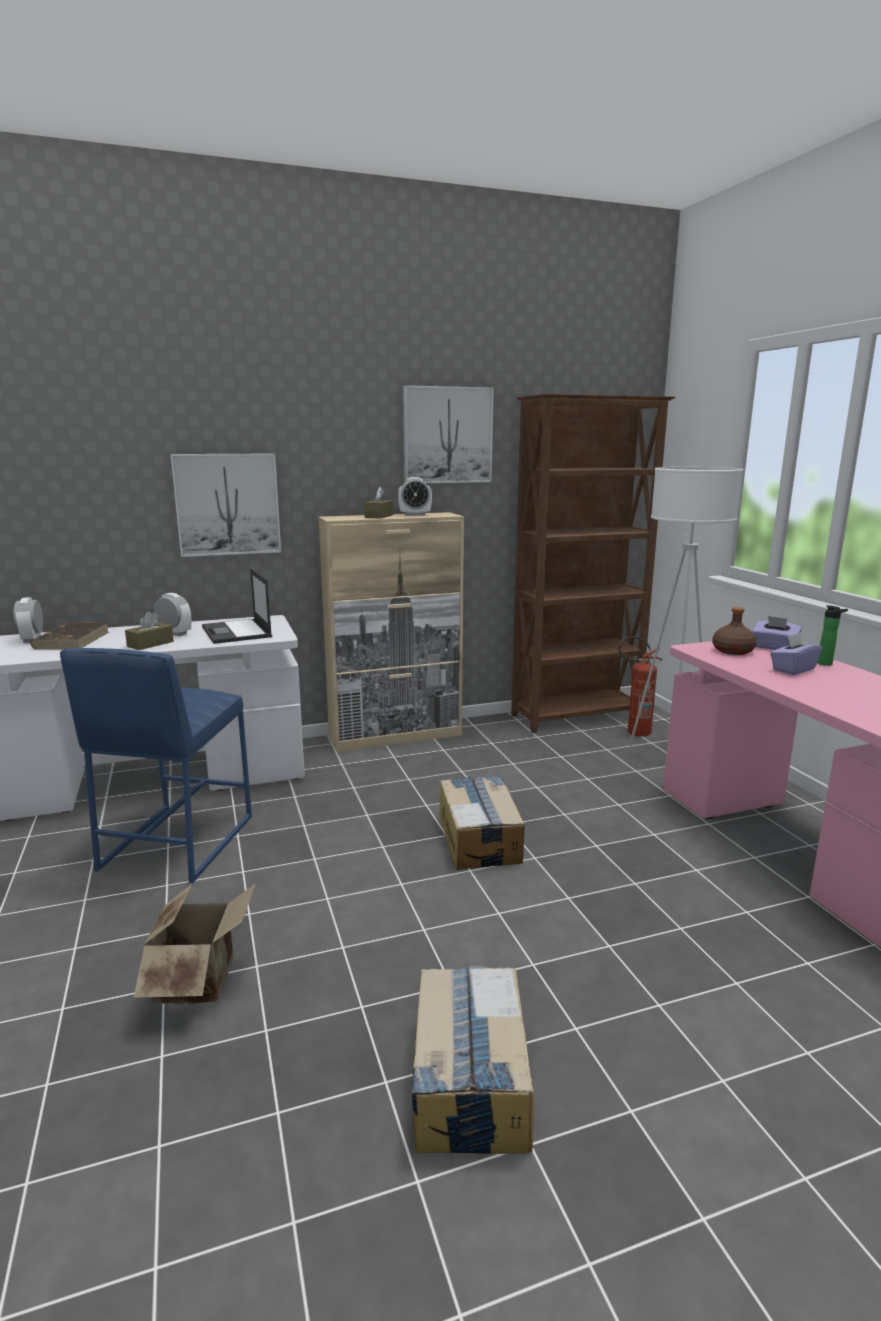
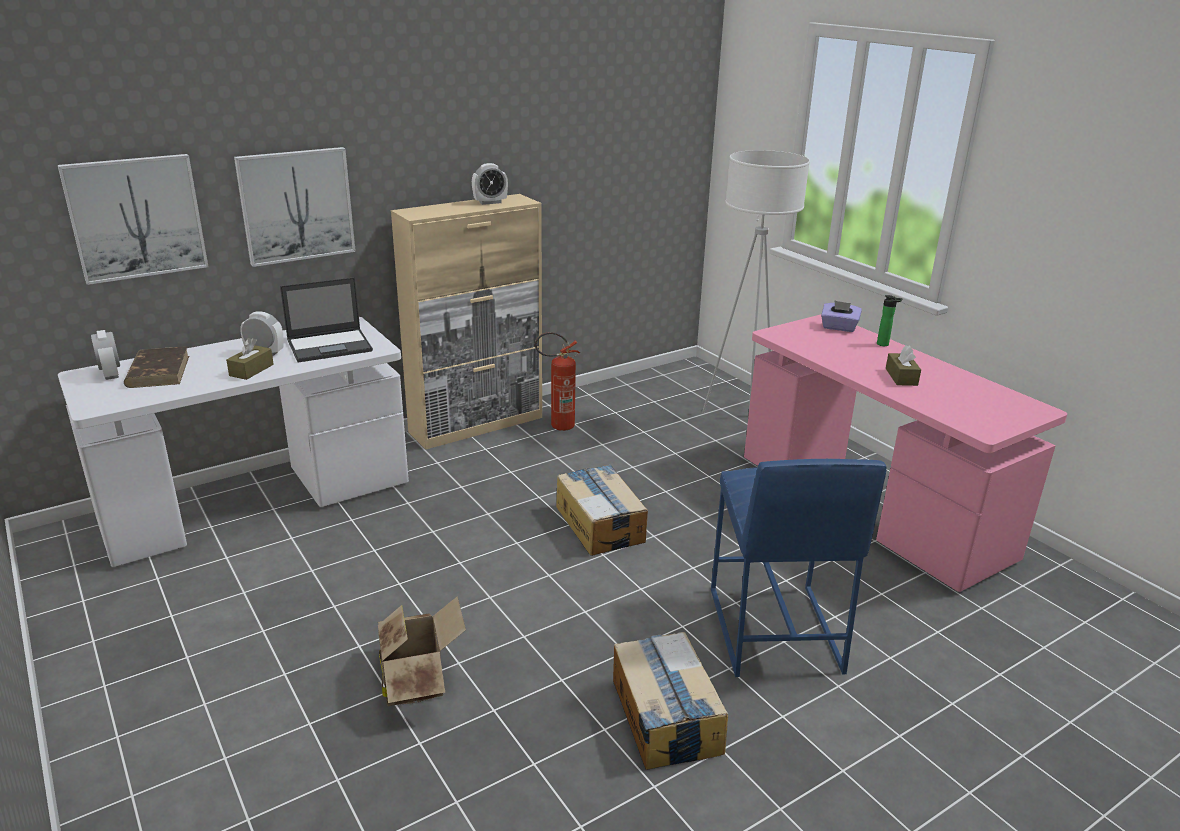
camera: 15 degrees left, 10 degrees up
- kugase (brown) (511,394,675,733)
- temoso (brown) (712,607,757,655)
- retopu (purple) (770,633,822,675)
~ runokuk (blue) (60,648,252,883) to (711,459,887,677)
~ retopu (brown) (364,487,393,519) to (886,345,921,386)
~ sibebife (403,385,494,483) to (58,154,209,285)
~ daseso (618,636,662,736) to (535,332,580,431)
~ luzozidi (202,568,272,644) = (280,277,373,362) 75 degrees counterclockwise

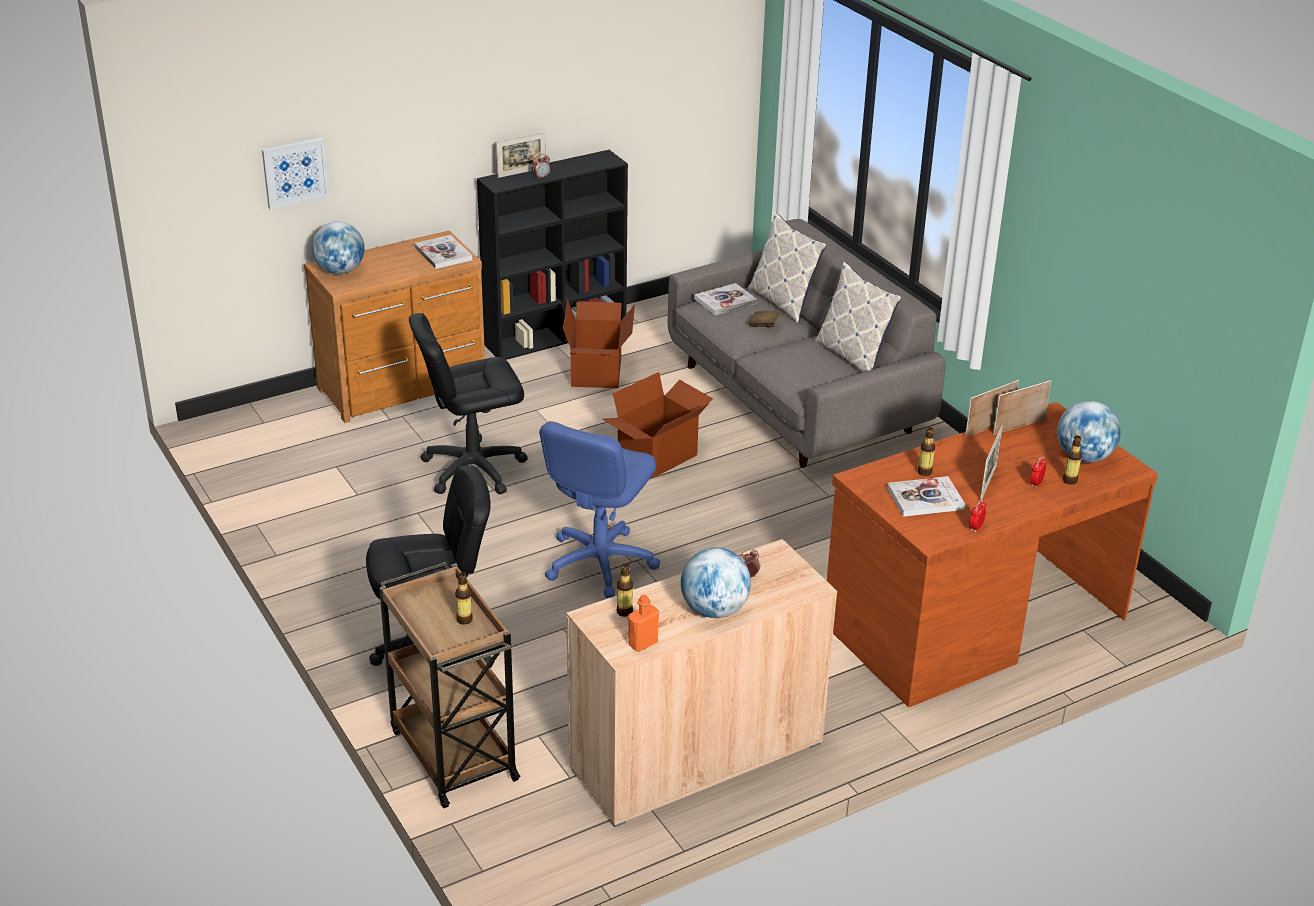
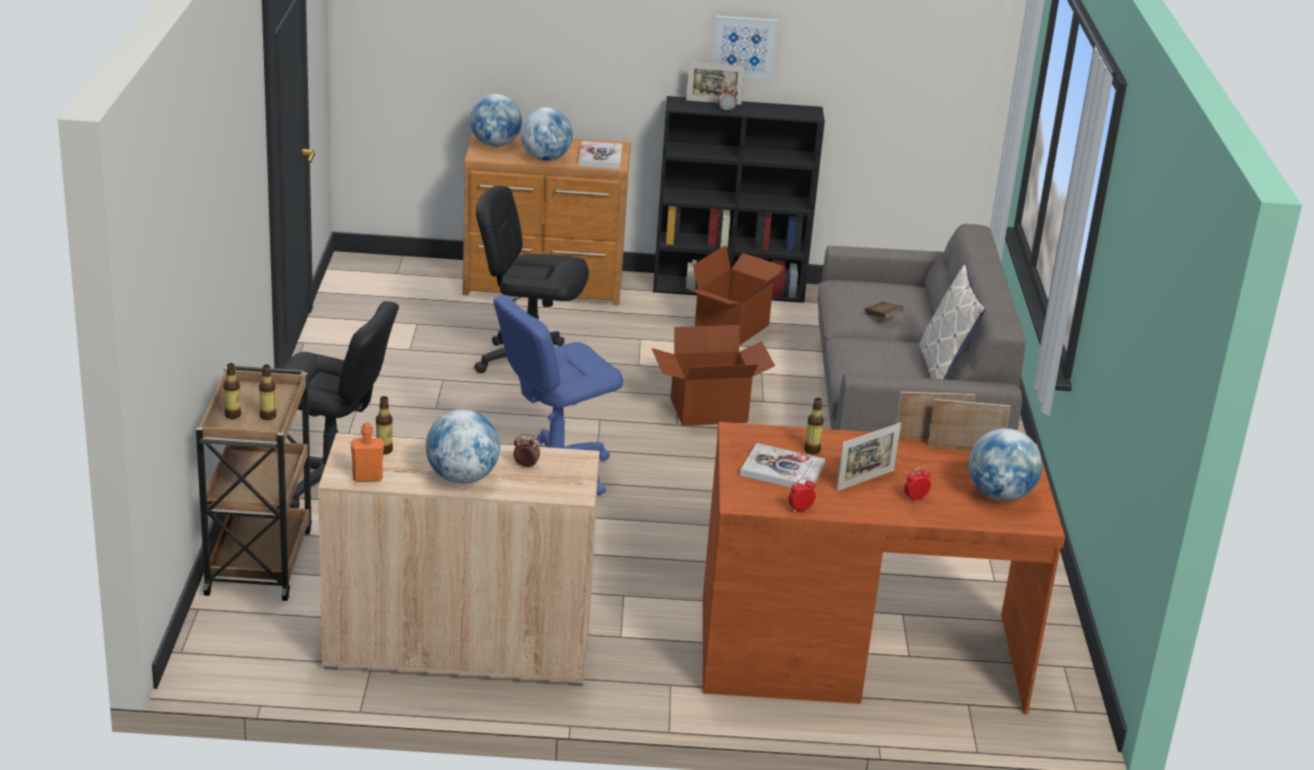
camera: 30 degrees right, 5 degrees down
- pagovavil (694,283,757,315)
- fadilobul (748,212,826,323)
+ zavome (520,107,573,161)
~ sibebife (262,138,330,210) to (712,16,778,81)
~ temoso (1063,435,1082,485) to (223,363,241,419)

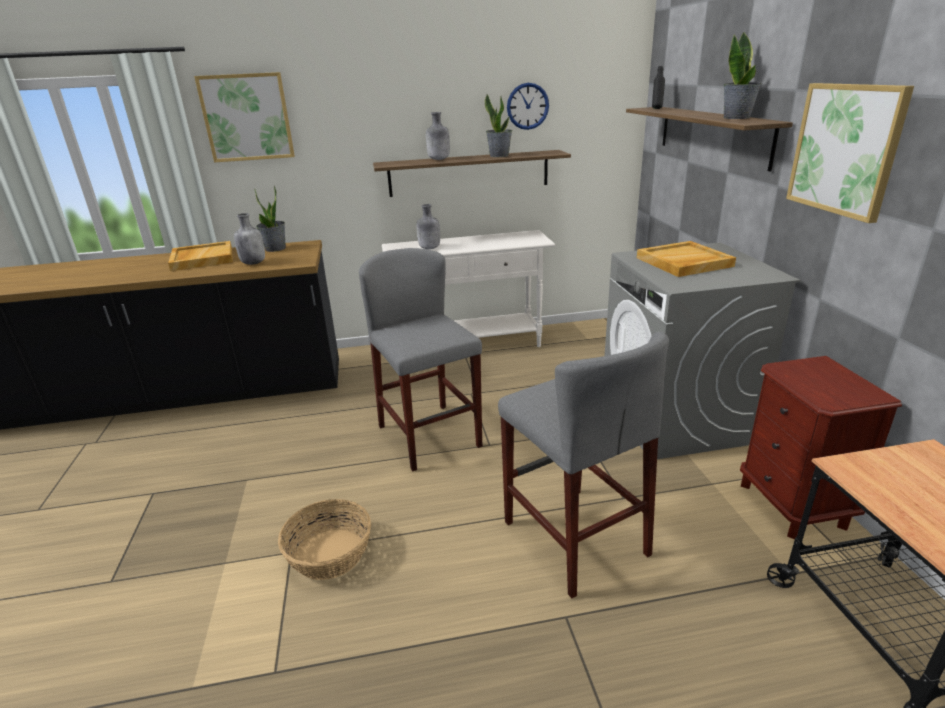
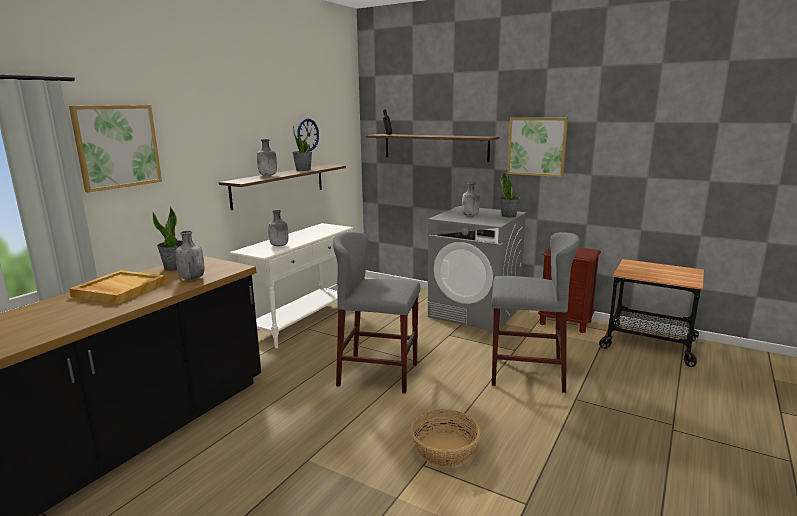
camera: 50 degrees left, 10 degrees down
~ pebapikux (723,32,762,119) to (500,172,520,217)
~ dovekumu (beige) (637,241,736,277) to temoso (grey) (462,182,480,216)

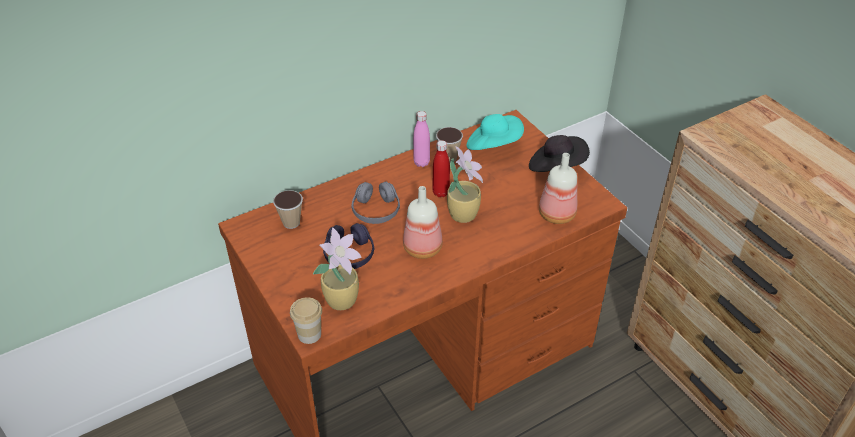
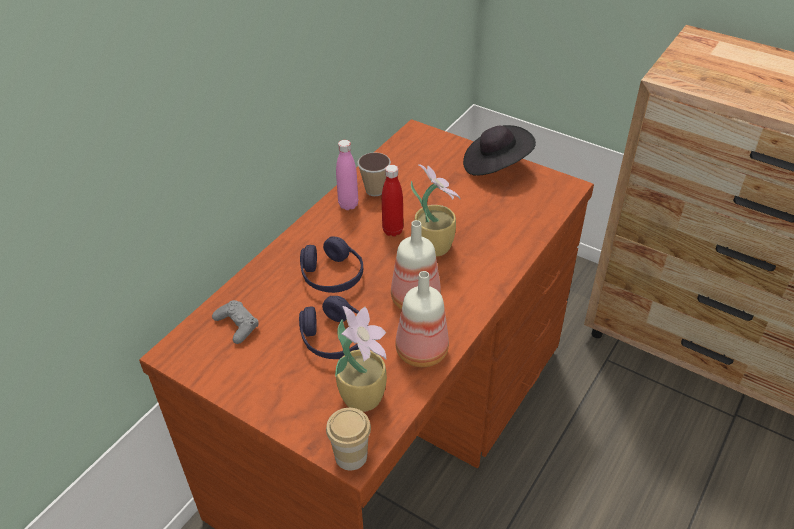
camera: 25 degrees left, 0 degrees up
- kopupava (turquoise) (466,114,524,150)
~ temoso (539,153,577,224) to (395,271,449,367)
~ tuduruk (273,190,303,229) to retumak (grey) (212,300,258,344)
~ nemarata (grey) (351,182,400,224) to nemarata (purple) (300,236,363,293)

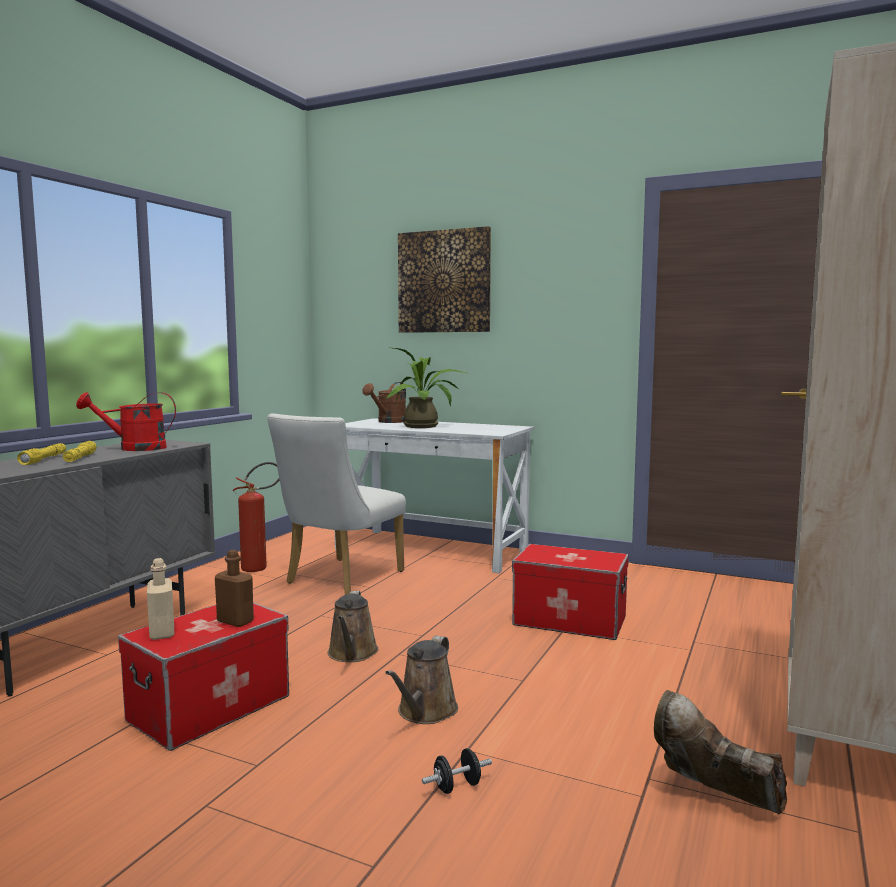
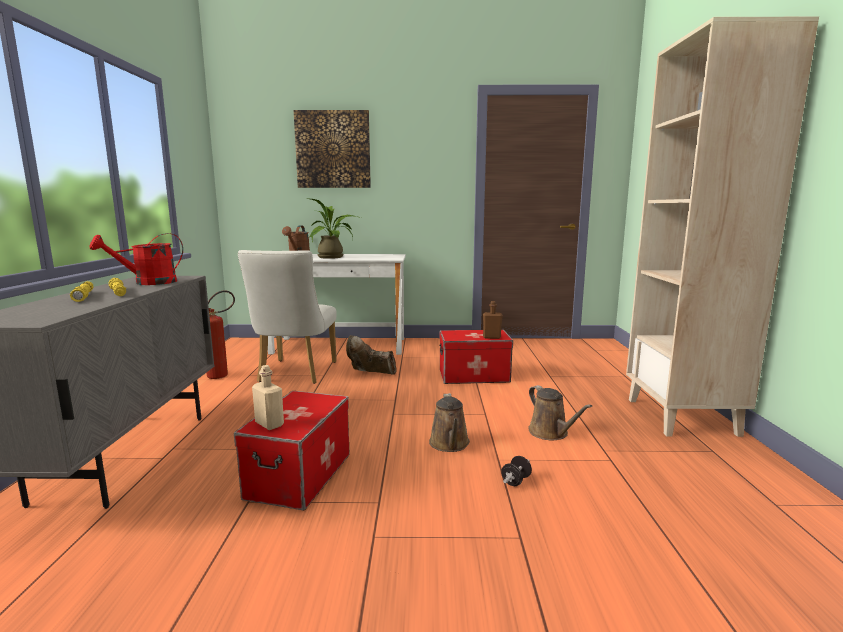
camera: 25 degrees left, 5 degrees up
~ temoso (brown) (215,550,254,627) to (483,301,503,339)
~ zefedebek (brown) (328,591,378,662) to (528,385,592,440)
~ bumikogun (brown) (654,690,787,815) to (346,335,397,375)

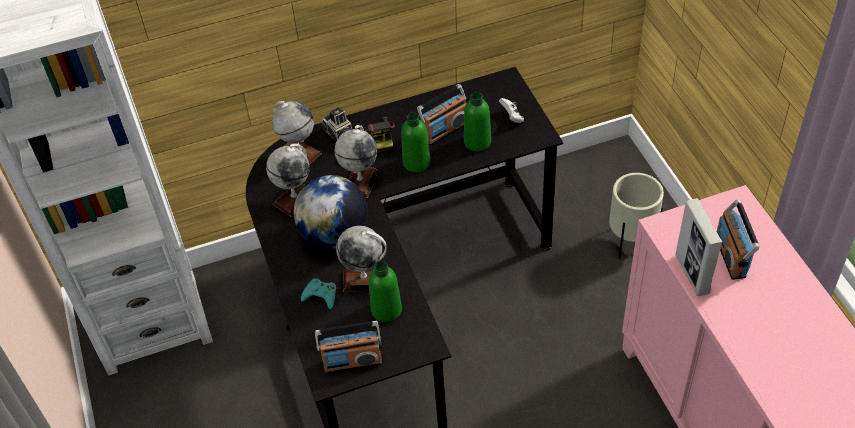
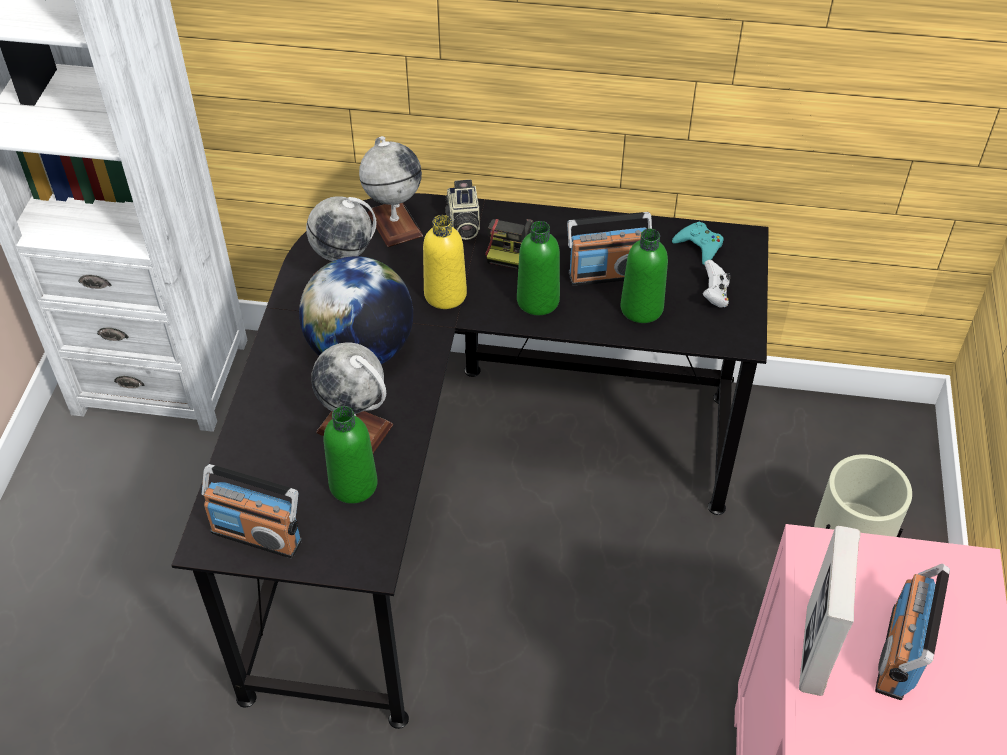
camera: 25 degrees right, 0 degrees up
~ retumak (turquoise) (301,278,336,309) to (672,222,724,265)
~ zavome (335,125,378,198) to temoso (yellow) (423,215,467,309)

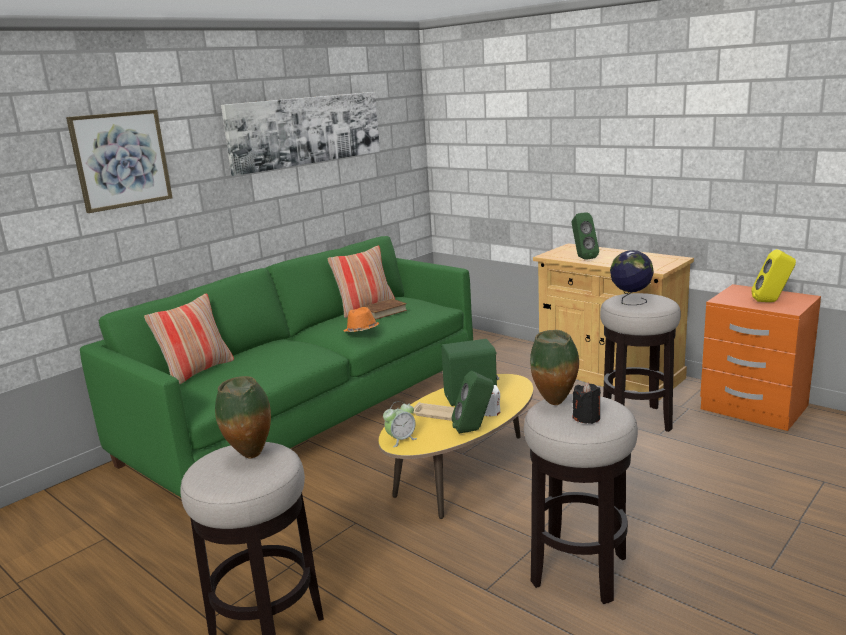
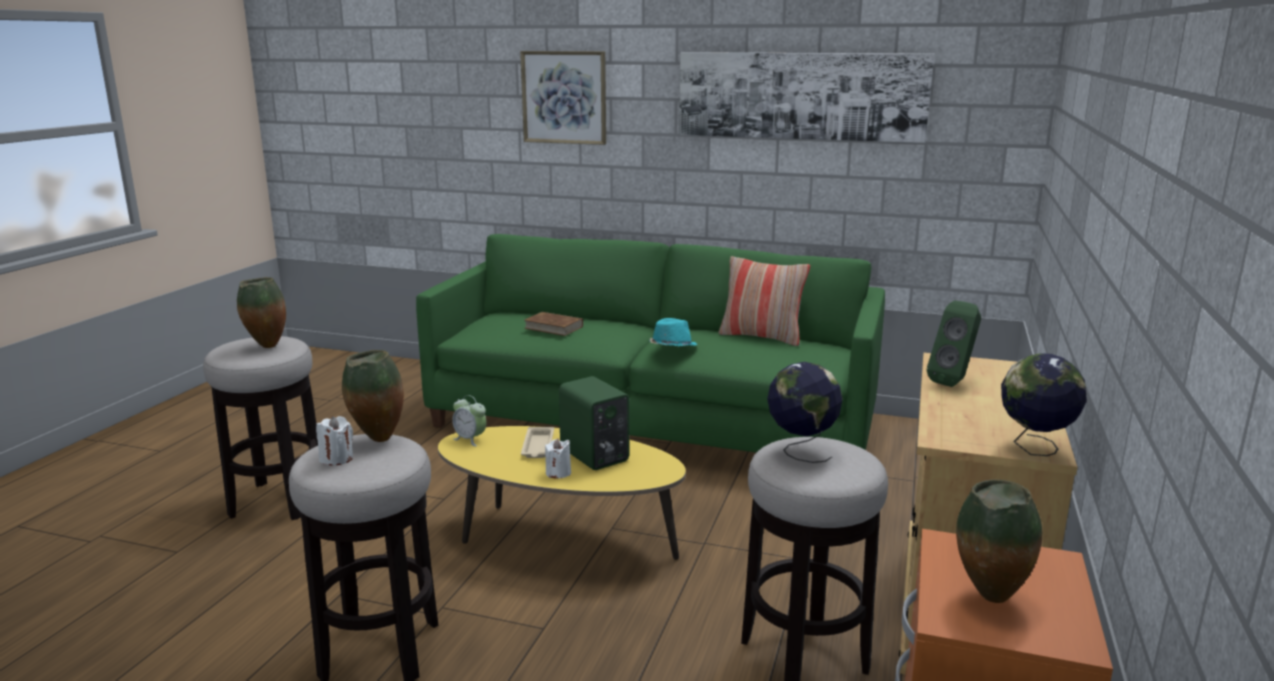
camera: 65 degrees right, 0 degrees up
- fadilobul (144,294,234,384)
- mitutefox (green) (452,371,494,434)
+ zavome (1001,353,1087,456)
~ pagovavil (brown) (360,298,407,320) to (524,312,583,336)
~ mitutefox (yellow) (751,249,796,302) to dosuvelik (956,480,1042,603)
~ kopupava (orange) (343,307,379,332) to kopupava (turquoise) (649,318,697,346)
~ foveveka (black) (572,382,601,424) to foveveka (white) (316,416,353,465)

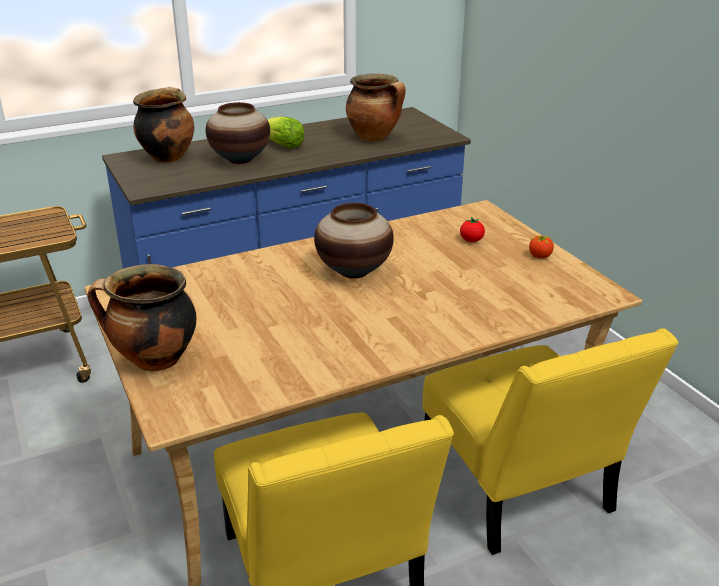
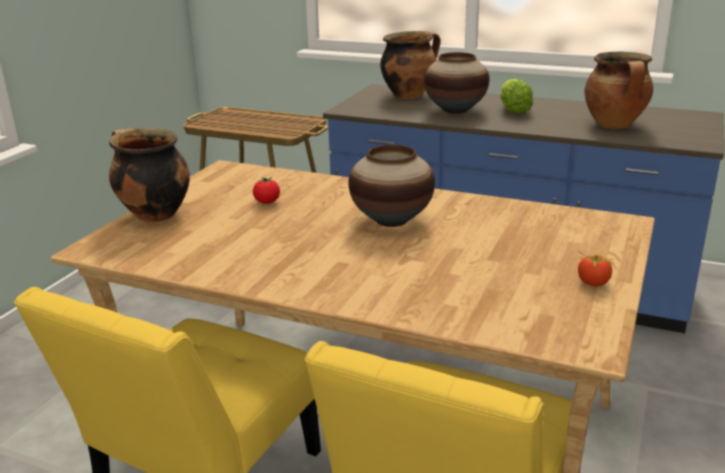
camera: 50 degrees right, 5 degrees down
~ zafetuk (460,217,485,242) to (253,177,280,204)

